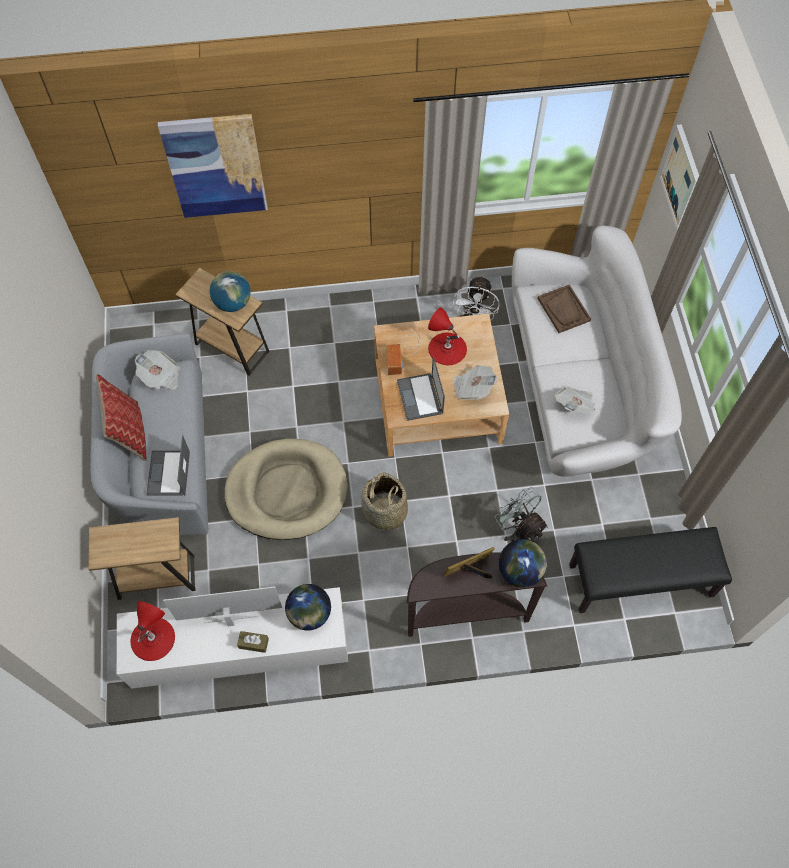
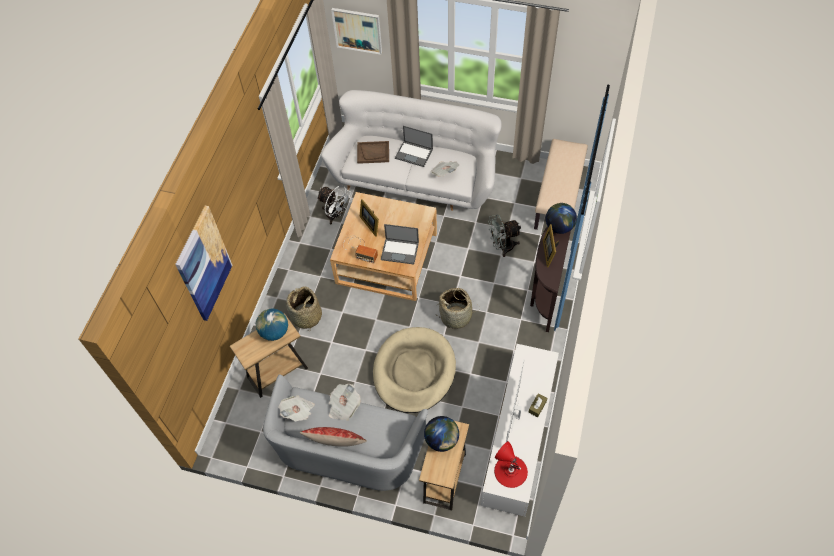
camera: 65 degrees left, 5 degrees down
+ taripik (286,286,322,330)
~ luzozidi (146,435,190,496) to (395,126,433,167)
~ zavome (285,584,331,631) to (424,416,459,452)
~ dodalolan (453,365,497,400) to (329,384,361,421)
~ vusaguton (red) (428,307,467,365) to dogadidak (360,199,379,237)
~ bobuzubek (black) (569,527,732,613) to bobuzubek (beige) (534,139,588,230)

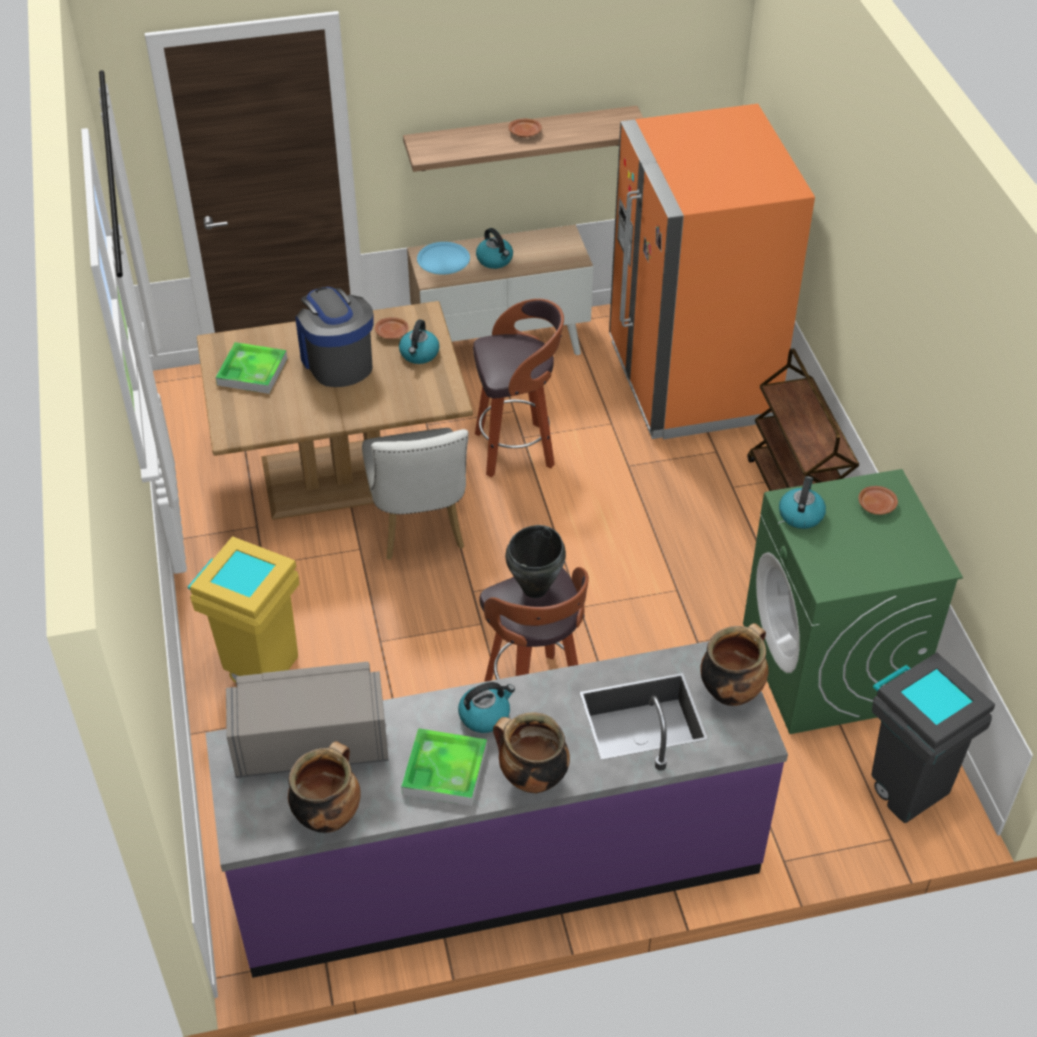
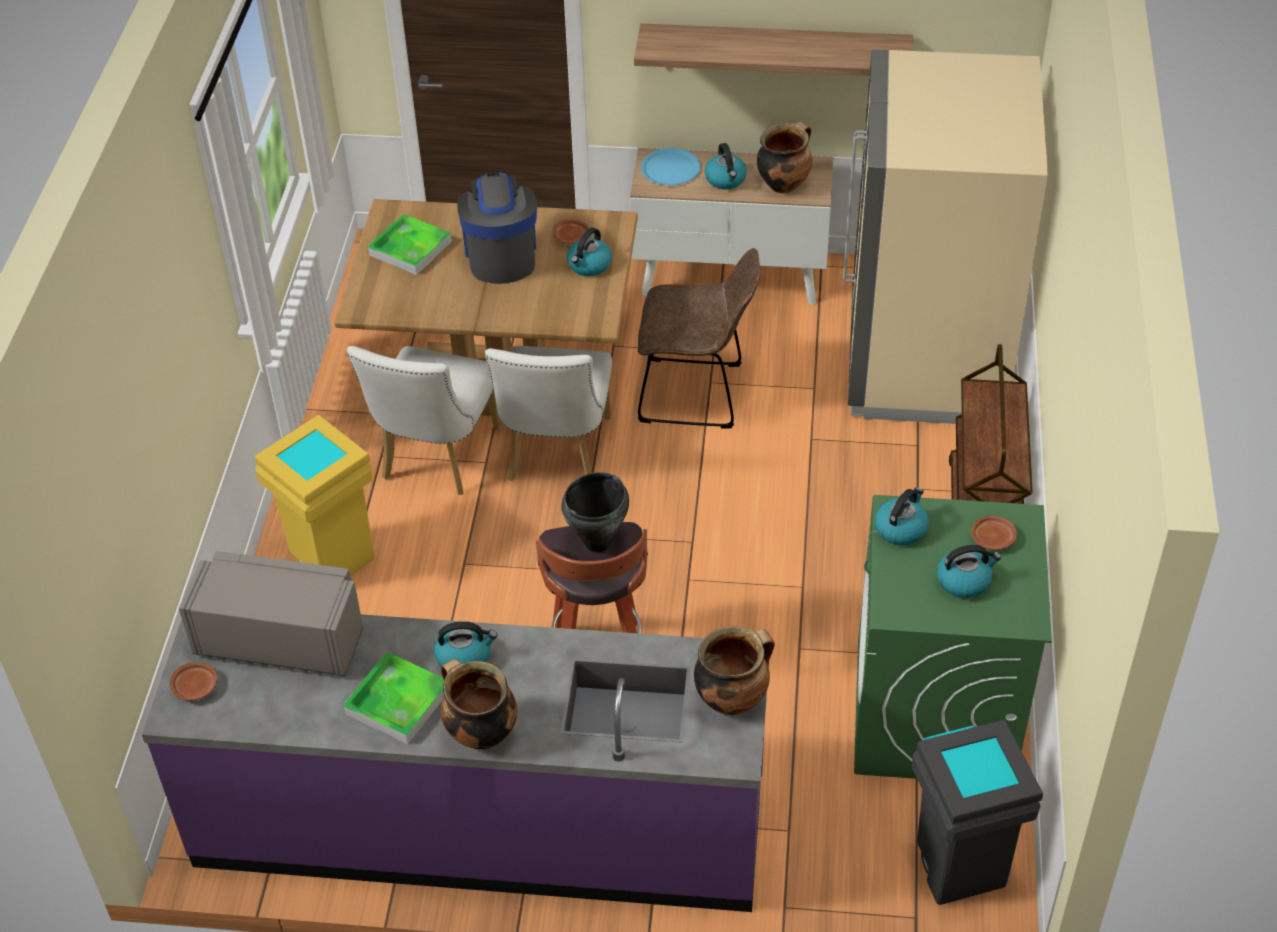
camera: 20 degrees right, 0 degrees up
+ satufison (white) (347,346,501,495)
+ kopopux (937,545,1001,598)
~ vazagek (288,741,361,833) to (757,122,813,193)
~ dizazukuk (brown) (508,119,542,137) to (169,662,217,701)
~ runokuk (473,299,564,477) to satufison (brown) (638,248,760,429)
~ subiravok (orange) (609,104,815,439) to subiravok (beige) (843,50,1048,424)

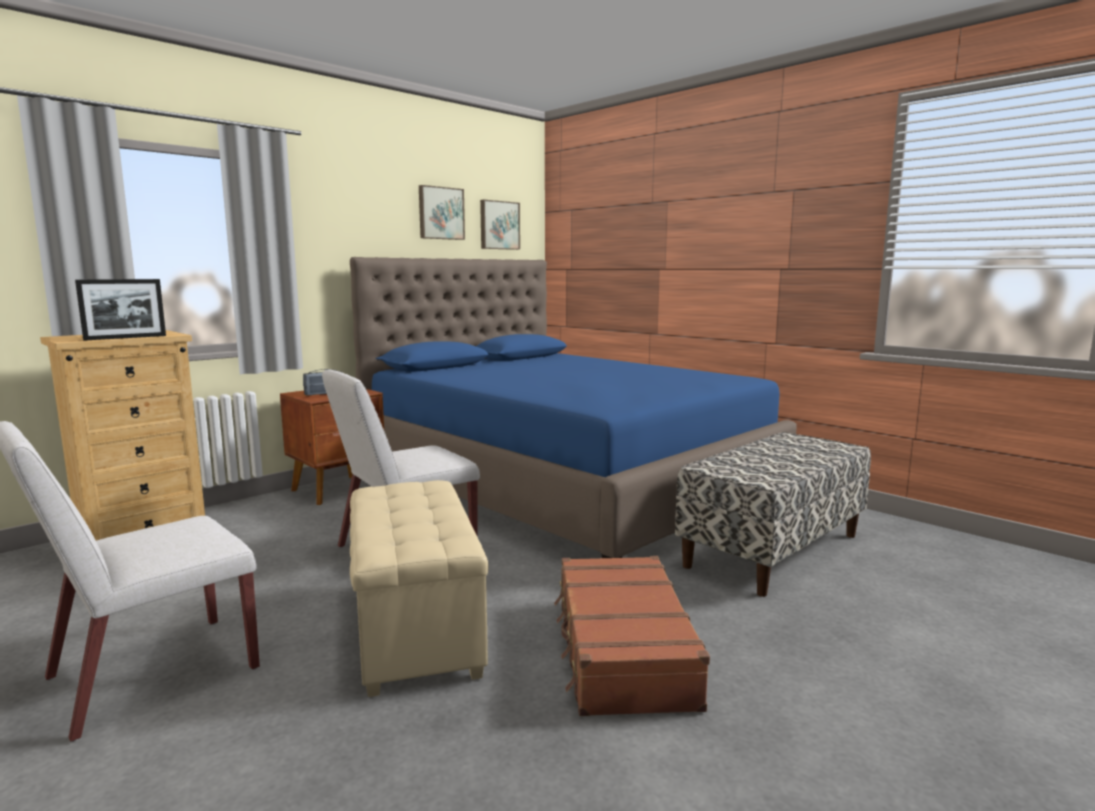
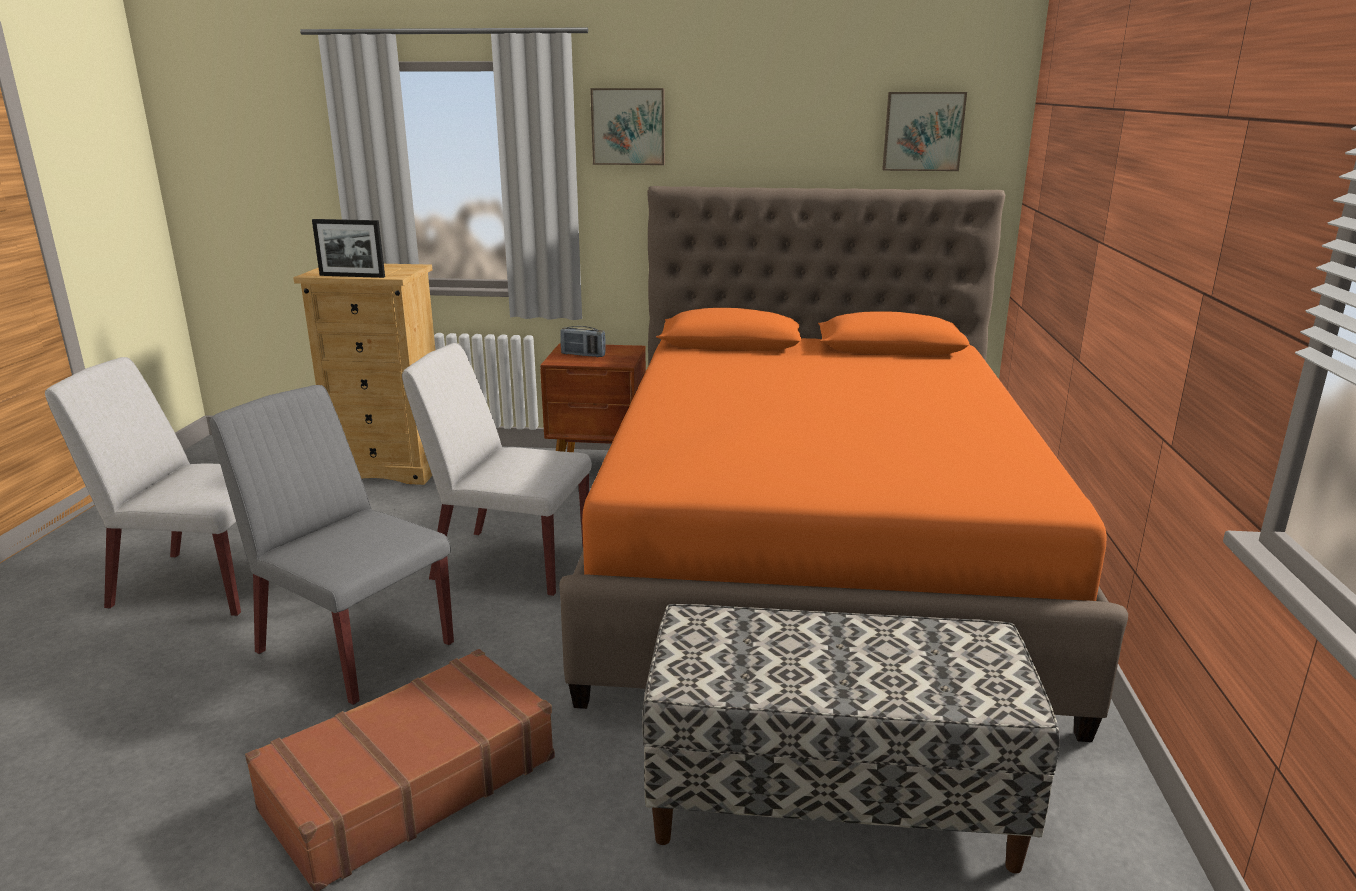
camera: 50 degrees right, 10 degrees up
~ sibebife (419,185,465,240) to (590,88,665,165)
~ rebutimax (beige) (350,480,489,697) to satufison (grey) (209,385,454,705)
~ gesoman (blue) (350,257,797,558) to gesoman (orange) (559,186,1128,742)

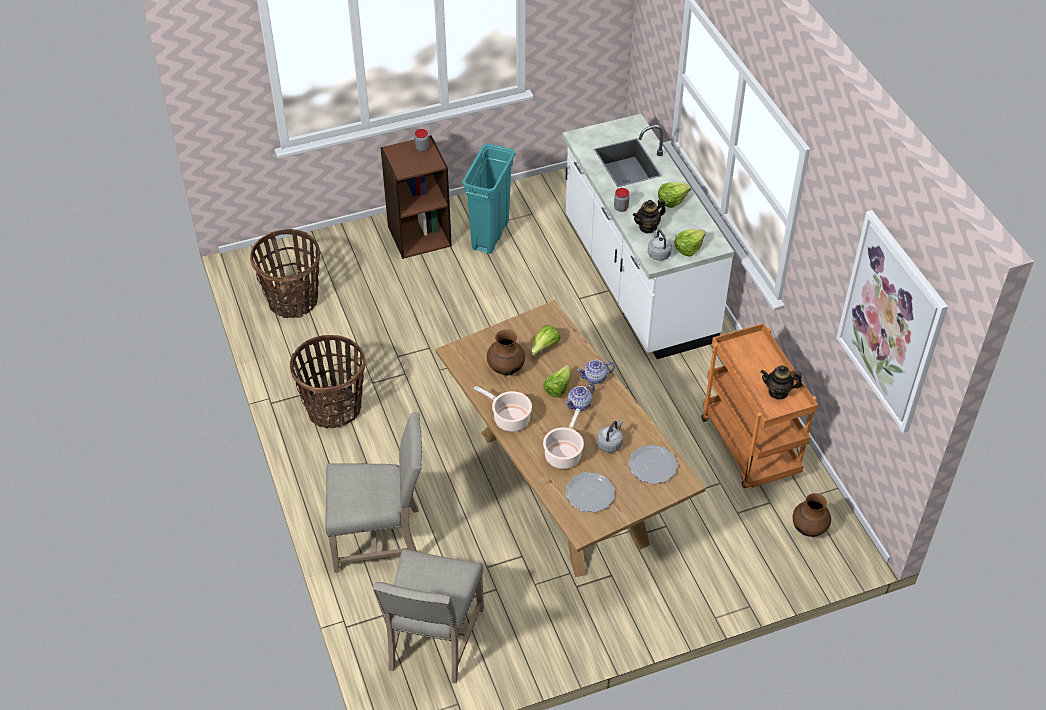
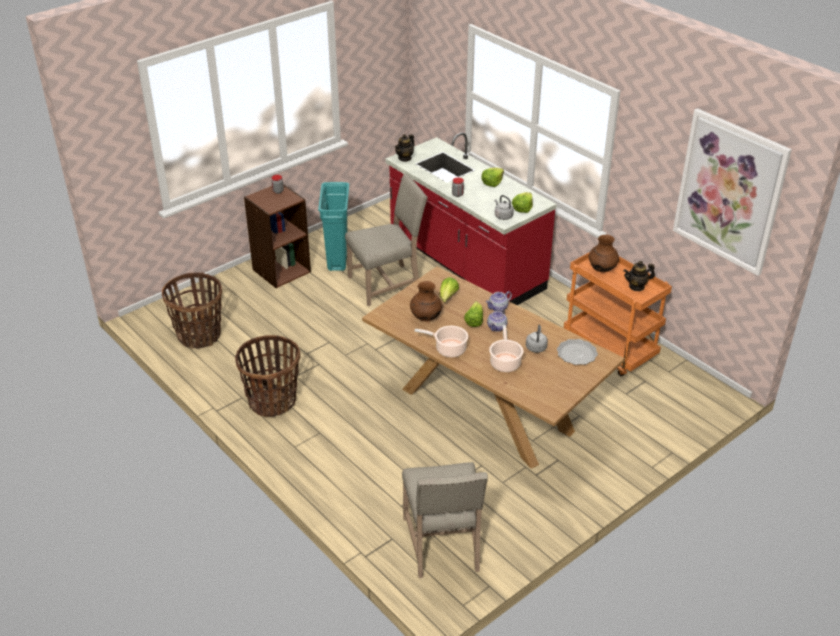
camera: 20 degrees left, 10 degrees down
- dizazukuk (566,472,615,512)
~ satufison (beige) (325,412,422,573) to (345,174,428,306)
~ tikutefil (633,199,666,234) to (395,134,414,162)
~ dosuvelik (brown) (793,493,831,537) to (589,235,619,272)
~ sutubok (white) (562,114,734,359) to sutubok (red) (385,132,557,305)

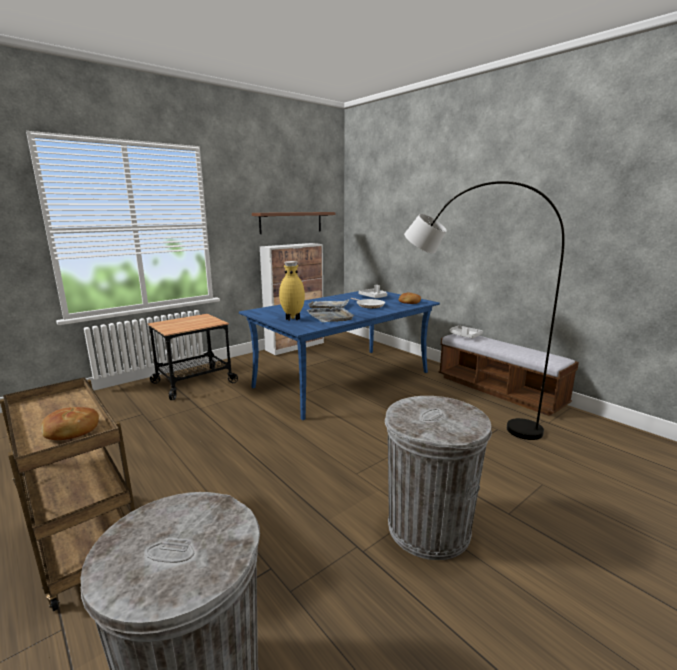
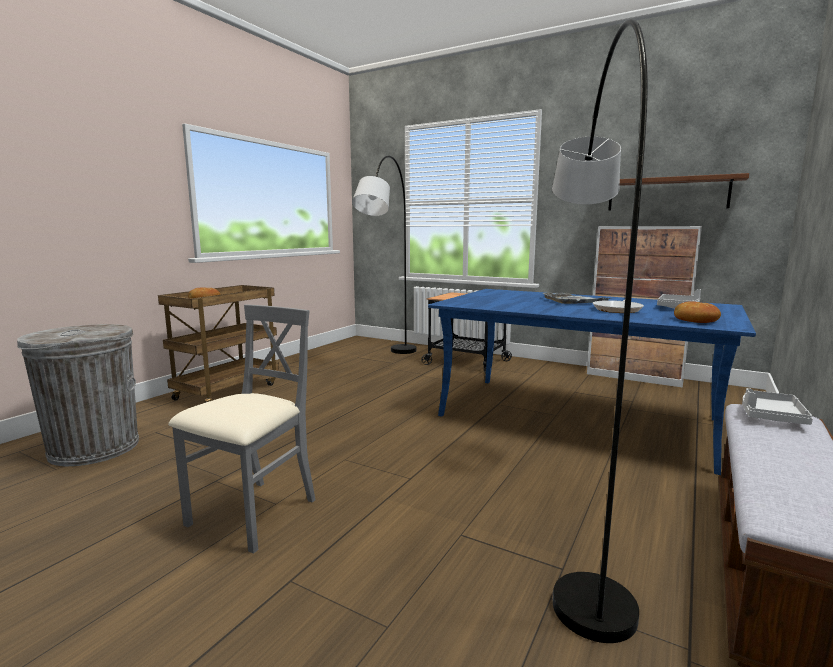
camera: 70 degrees right, 5 degrees down
- dosuvelik (yellow) (279,261,305,321)
- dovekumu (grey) (307,307,354,322)
+ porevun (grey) (352,155,416,354)
~ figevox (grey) (385,396,492,560) to satufison (grey) (168,304,315,554)

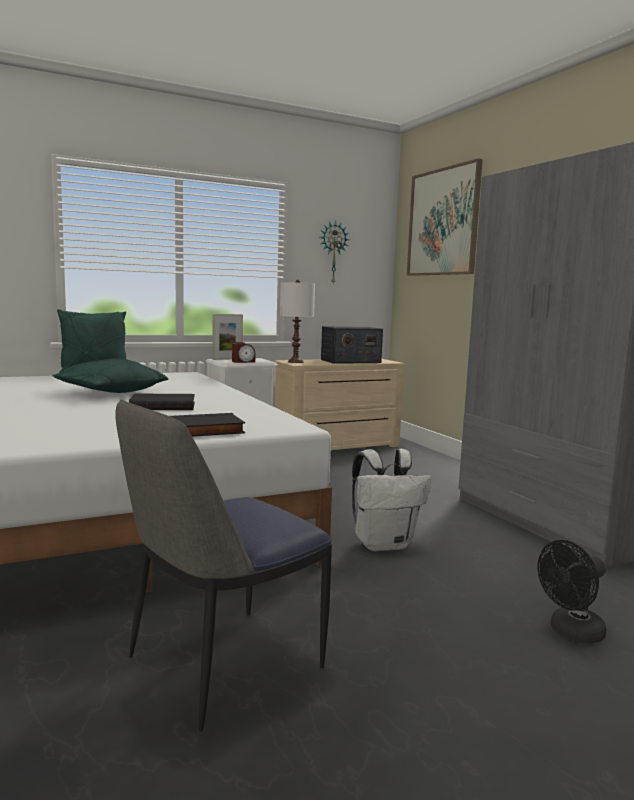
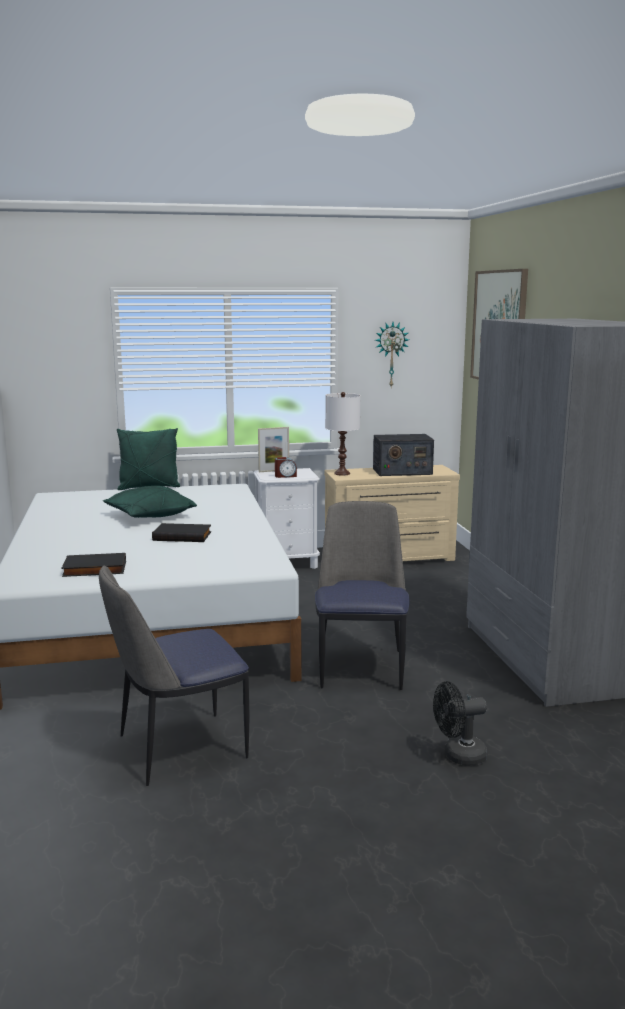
camera: 15 degrees right, 5 degrees up
~ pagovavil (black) (170,413,245,437) to (61,553,126,577)
~ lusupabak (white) (352,449,431,551) to satufison (315,501,410,690)

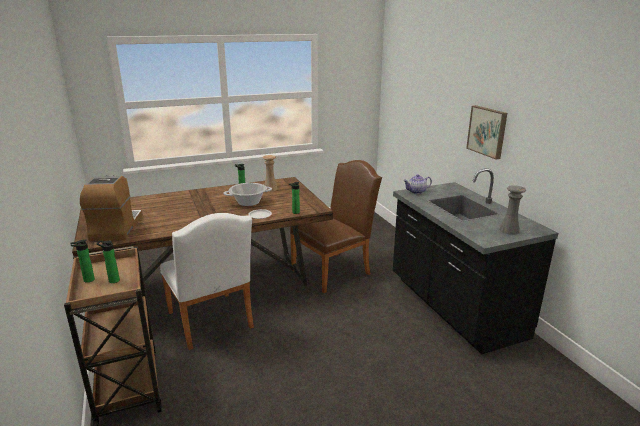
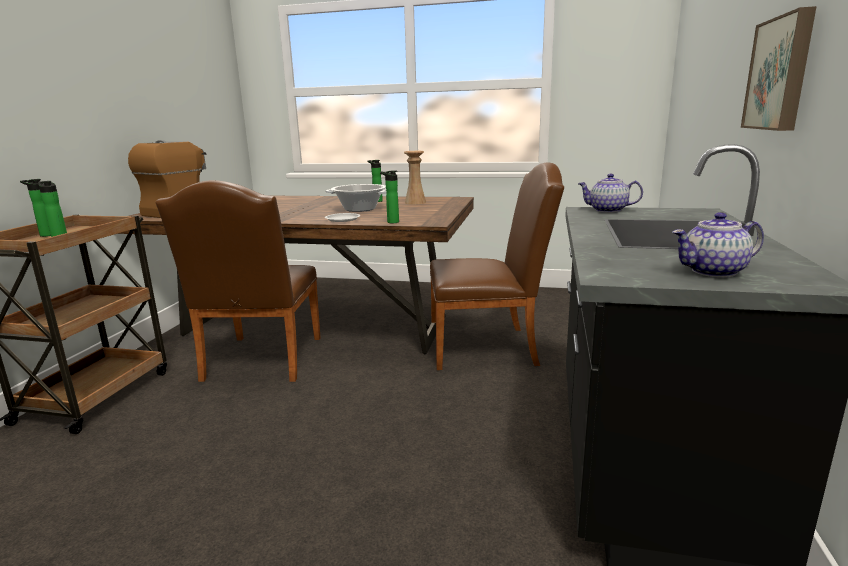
camera: 35 degrees right, 5 degrees down
~ dosuvelik (grey) (499,185,526,235) to tikutefil (672,212,764,278)
~ satufison (white) (160,213,254,350) to satufison (brown) (156,180,320,382)

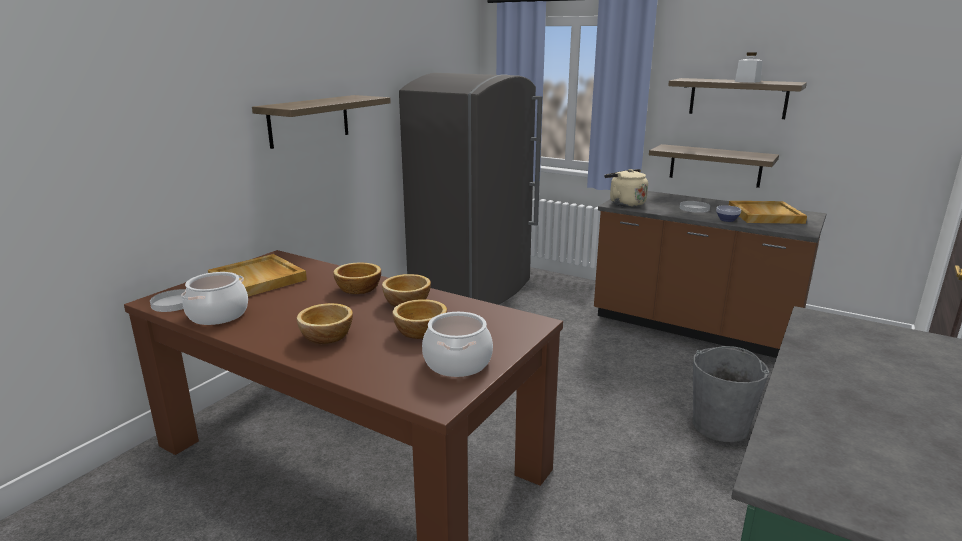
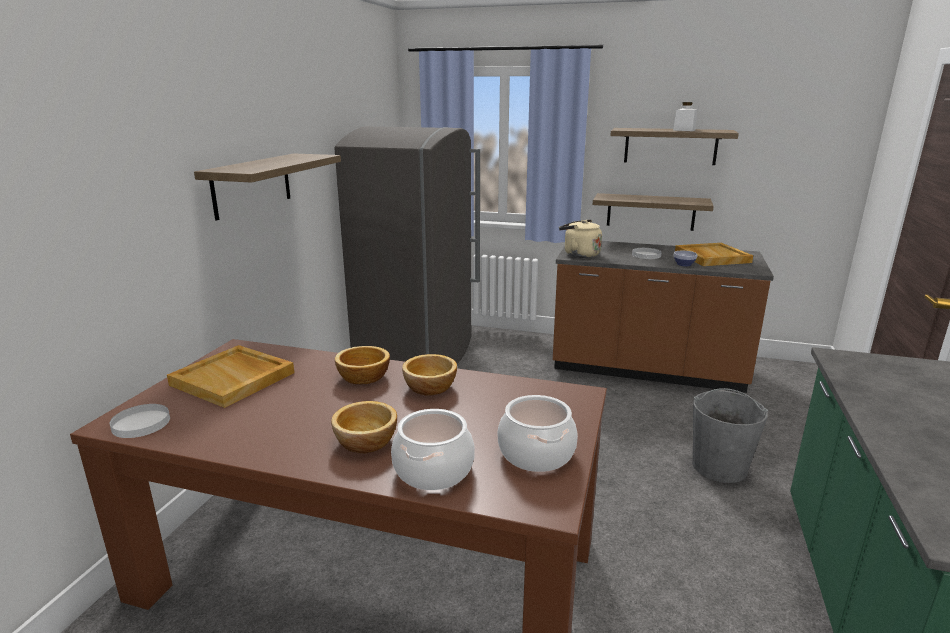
camera: 15 degrees left, 0 degrees up
- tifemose (392,299,447,339)
~ vazagek (181,272,248,325) to (391,409,475,490)

